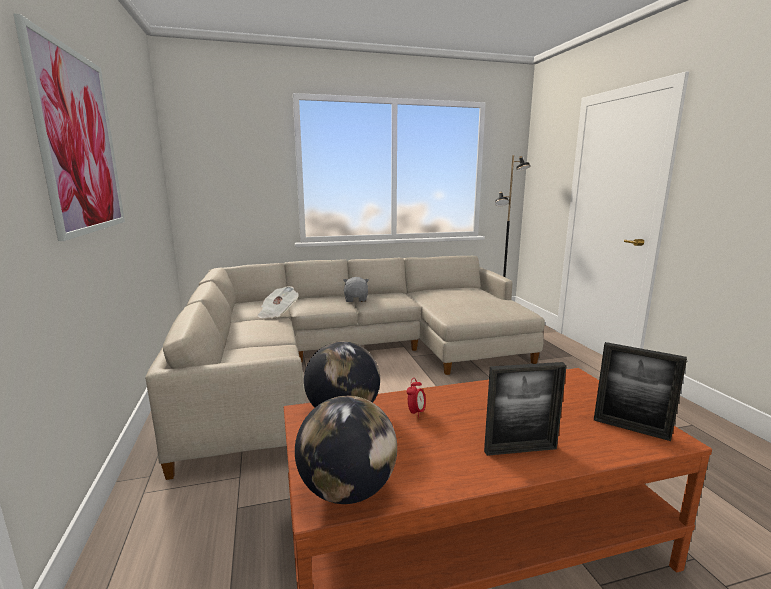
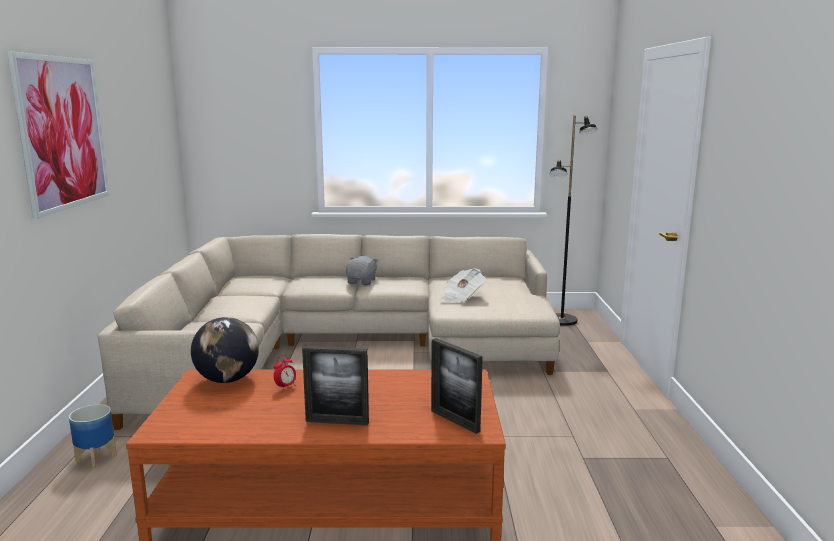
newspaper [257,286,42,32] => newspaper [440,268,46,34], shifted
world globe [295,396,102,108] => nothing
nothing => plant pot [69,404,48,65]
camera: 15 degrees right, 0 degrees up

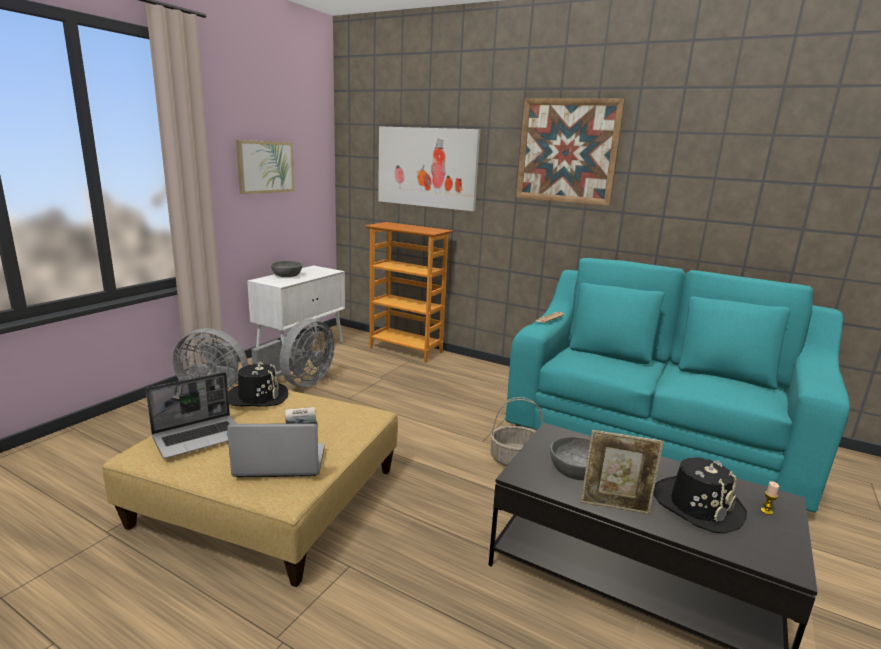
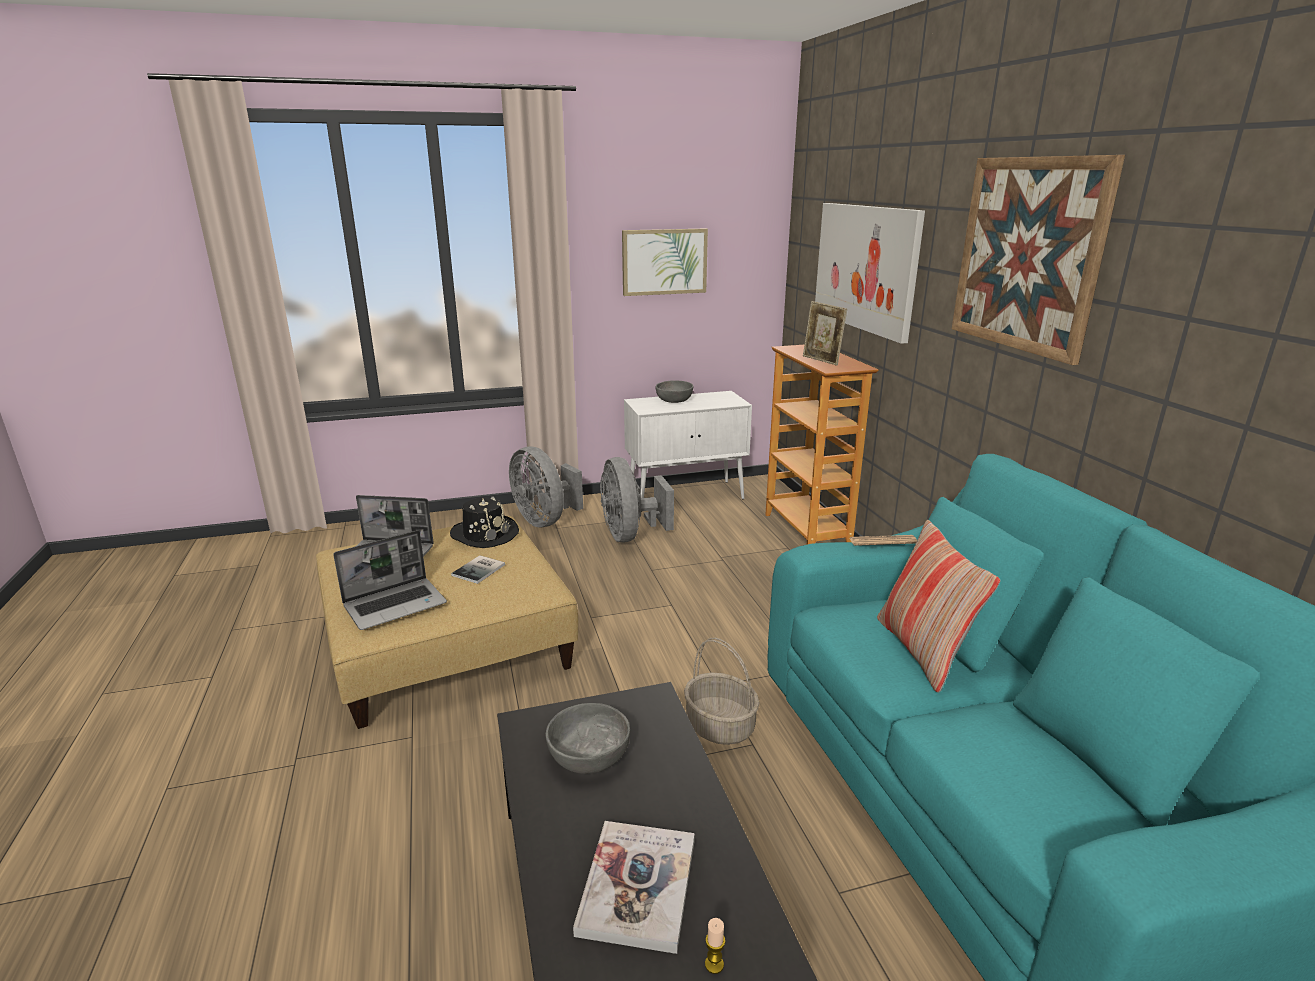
greyish electric fan [251,319,84,68] => greyish electric fan [600,457,74,85], 90 degrees clockwise
portable computer [227,423,98,54] => portable computer [333,530,114,100], 105 degrees clockwise
photo frame [581,430,83,84] => photo frame [803,301,44,65], shifted
blackish wearable hat [654,457,93,77] => volume [573,821,122,133]
nothing => pillow [877,520,123,173]
camera: 45 degrees right, 5 degrees up

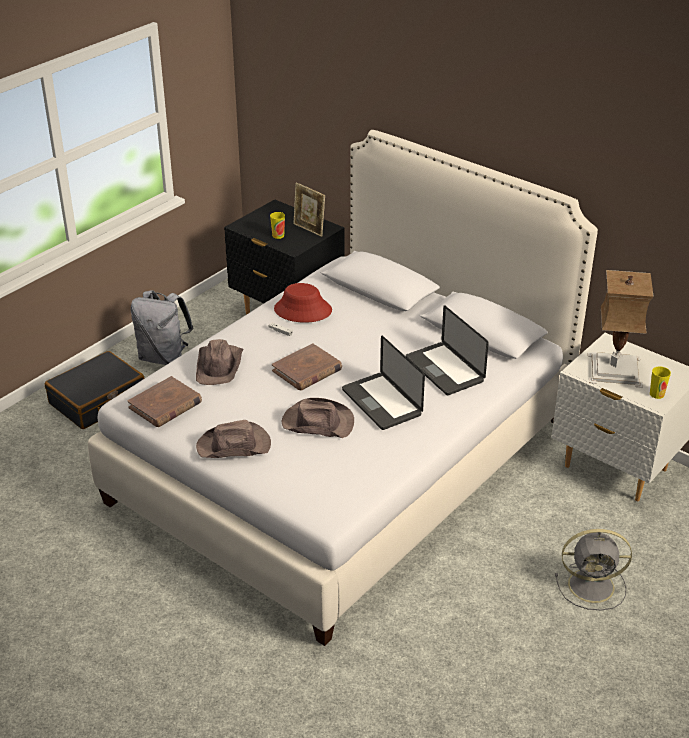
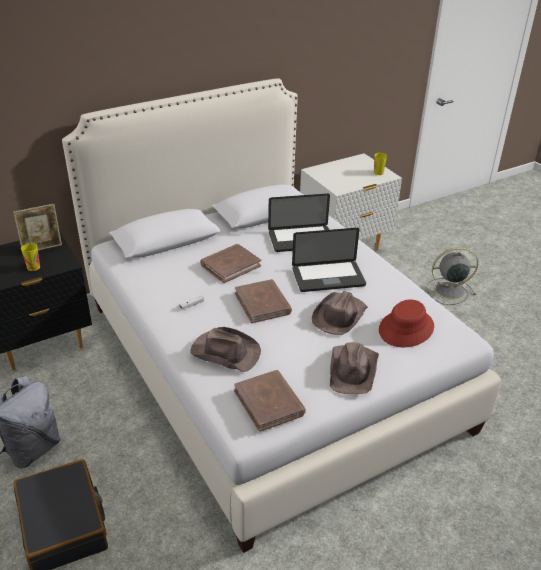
tabletop lamp [588,270,66,118] => nothing
reddish wearable hat [274,283,58,40] => reddish wearable hat [379,300,55,47], shifted
greyish electric fan [555,529,77,81] => greyish electric fan [426,247,52,58], 120 degrees counterclockwise
nothing => brown-coloured volume [200,244,61,39]
camera: 70 degrees left, 0 degrees up

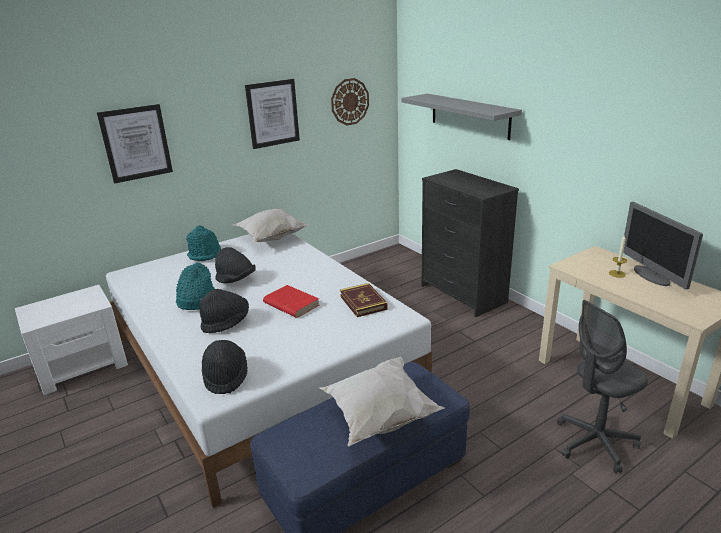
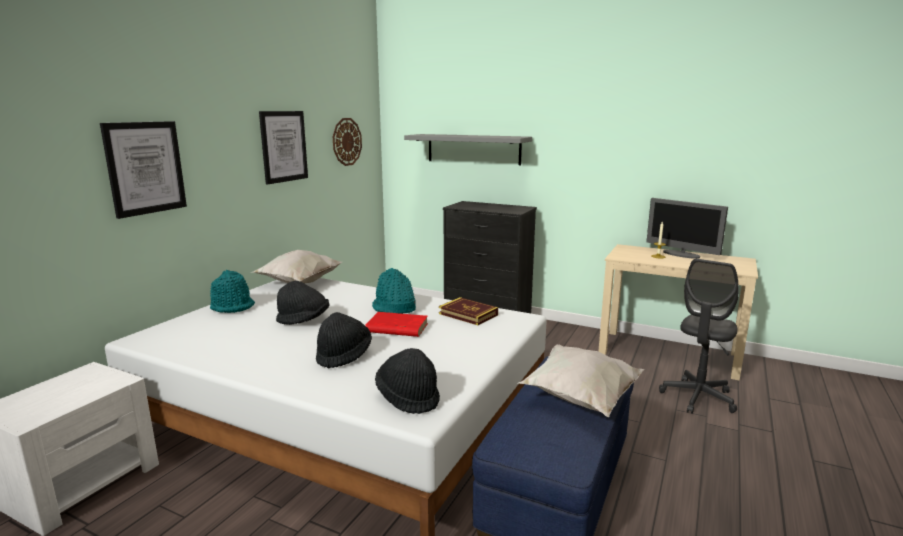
blue-green wearable hat [176,263,39,47] => blue-green wearable hat [372,268,44,46], shifted
camera: 30 degrees left, 10 degrees down

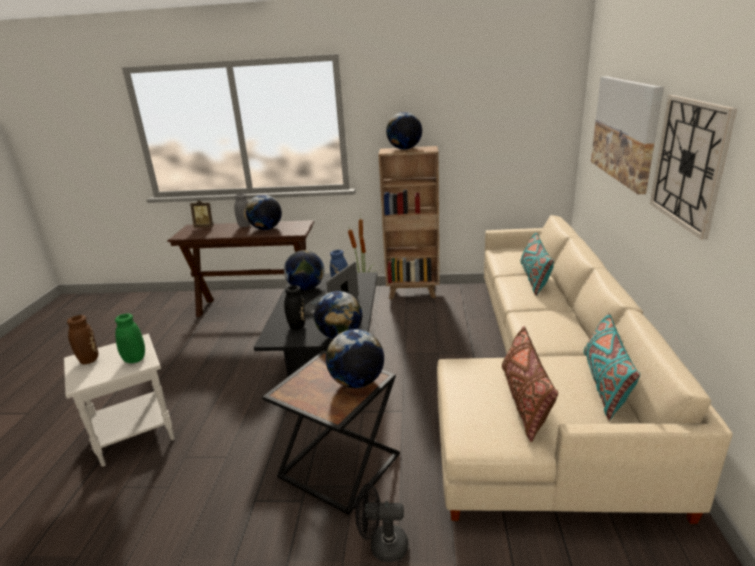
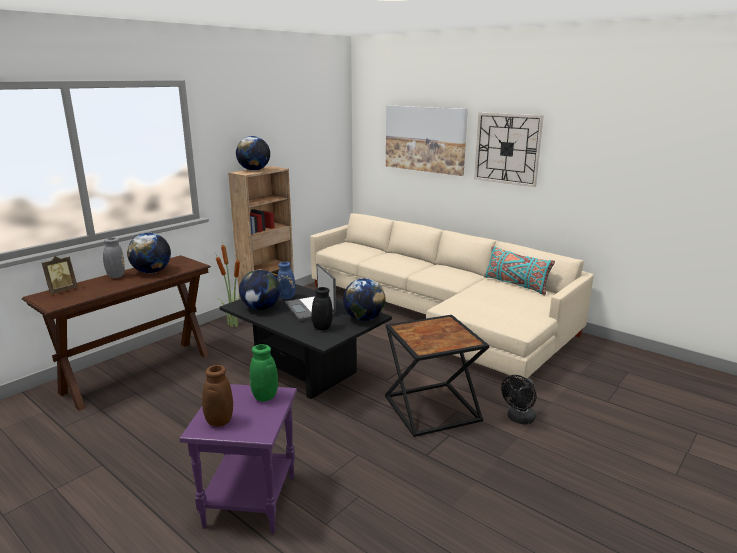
blue-green pillow [521,232,33,64] => nothing
brown-coloured pillow [502,326,56,116] => nothing
world globe [326,329,58,59] => nothing
white-coloured accent table [64,334,111,133] => purple accent table [180,384,117,150]
camera: 55 degrees left, 5 degrees down

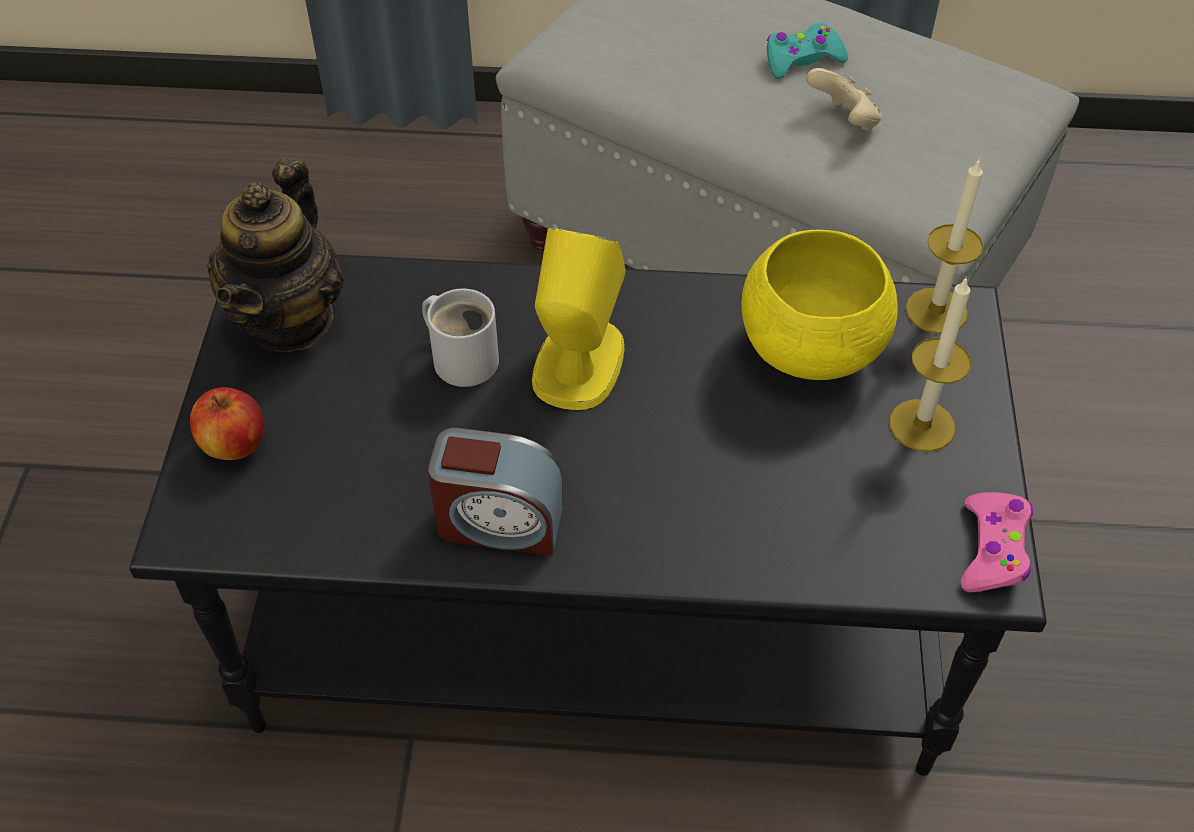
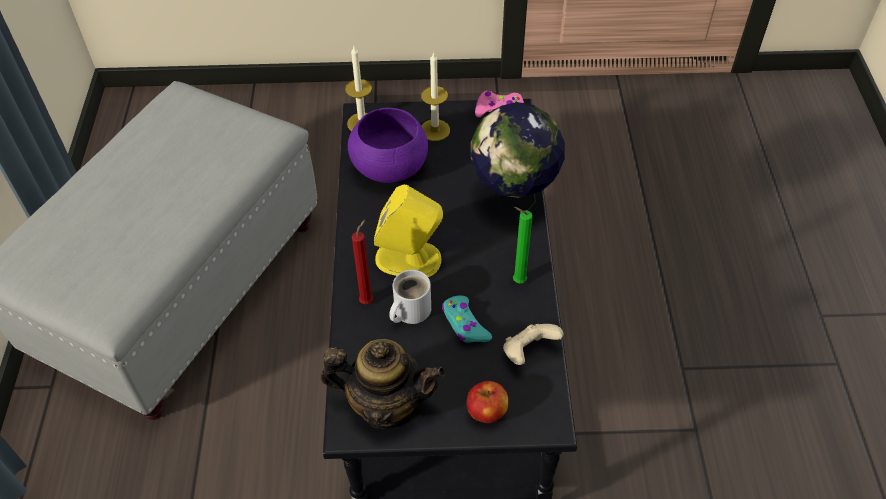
blue-green gamepad [767,22,81,57] => blue-green gamepad [442,295,50,48], shifted
beige-coloured gamepad [806,68,76,63] => beige-coloured gamepad [503,324,60,41], shifted
yellowish bowl [741,230,157,150] => purple bowl [348,108,80,75]
bedside clock [428,428,136,128] => green-coloured wax candle [513,207,20,76]
nothing => world globe [470,102,95,111]
nothing => reddish wax candle [352,220,21,84]
camera: 95 degrees left, 0 degrees up

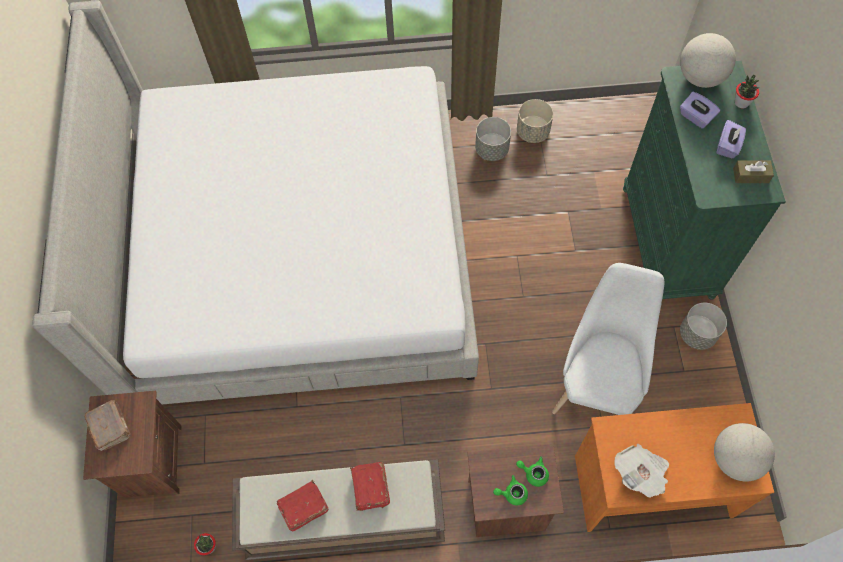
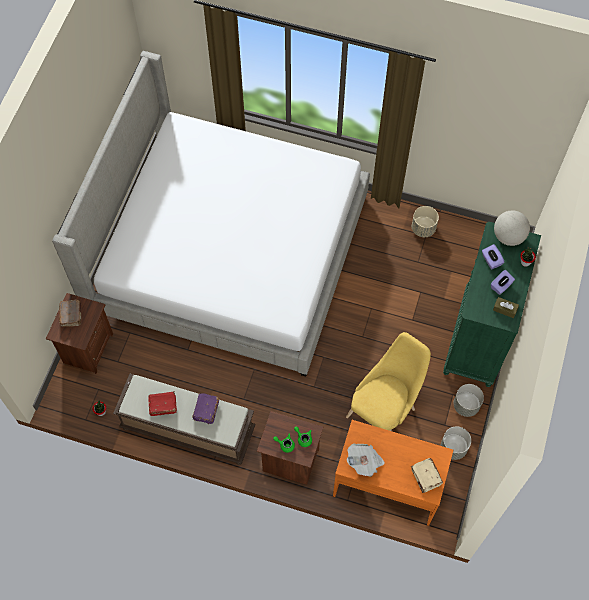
greyish plant pot [475,117,36,44] => greyish plant pot [441,426,30,34], shifted
white-coloured plain chair [552,263,112,152] => yellowish plain chair [346,332,85,99]
world globe [714,423,61,58] => beige-coloured volume [411,458,32,35]
reddish volume [350,462,40,49] => purple volume [193,393,26,31]
camera: 20 degrees right, 0 degrees up

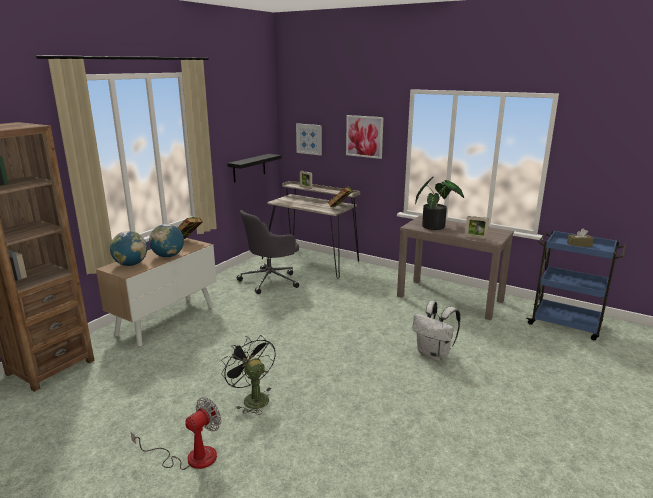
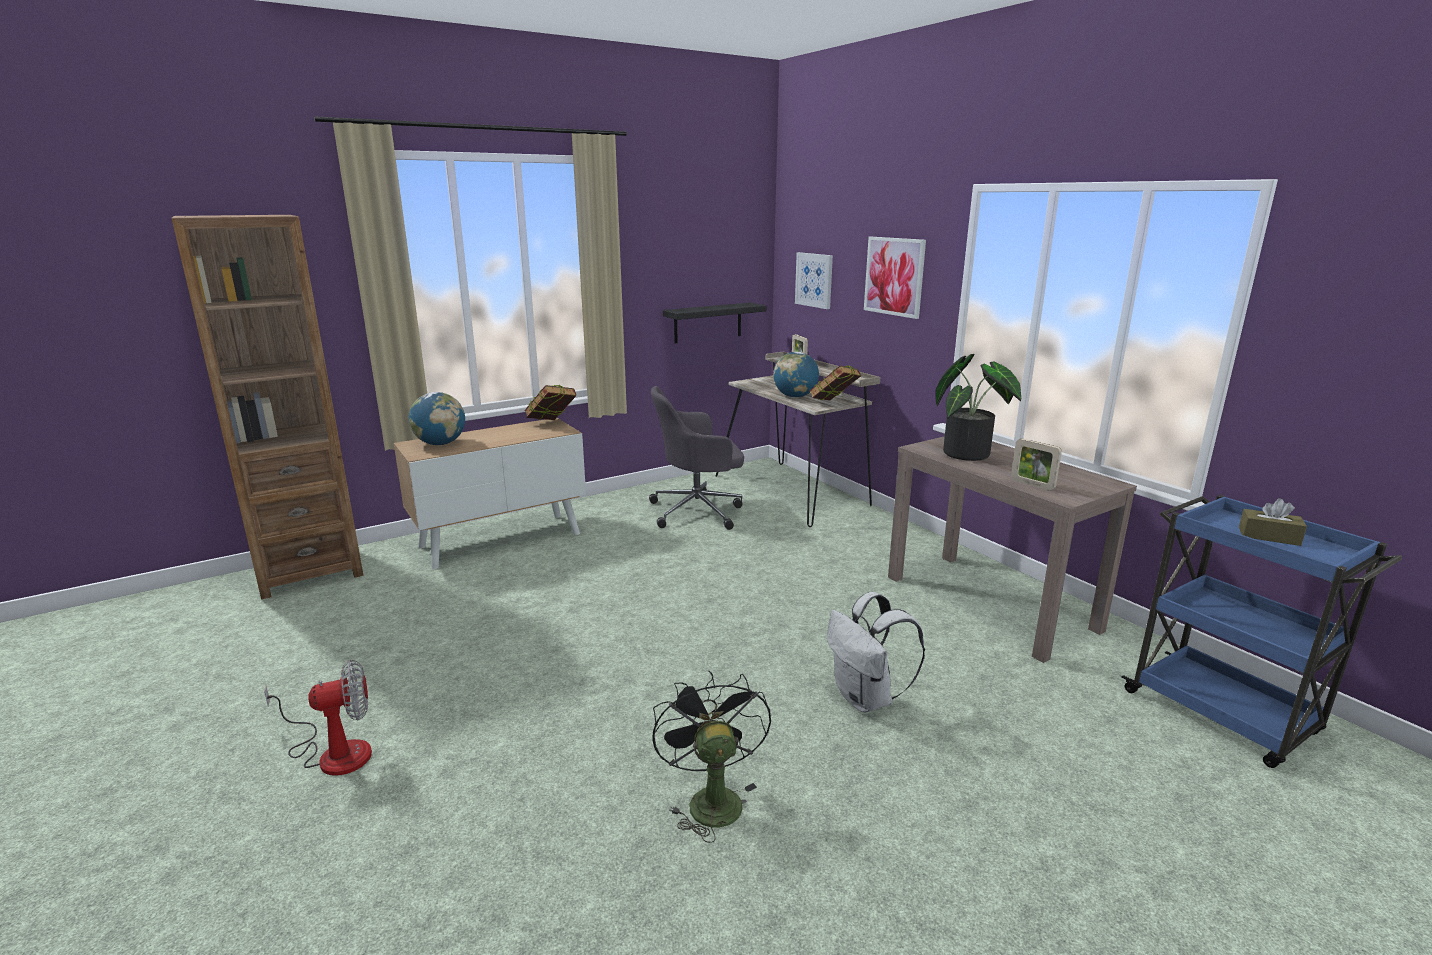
world globe [149,224,35,34] => world globe [773,352,46,46], shifted
blackish electric fan [221,335,55,80] => blackish electric fan [652,671,119,172], shifted
camera: 25 degrees right, 0 degrees up

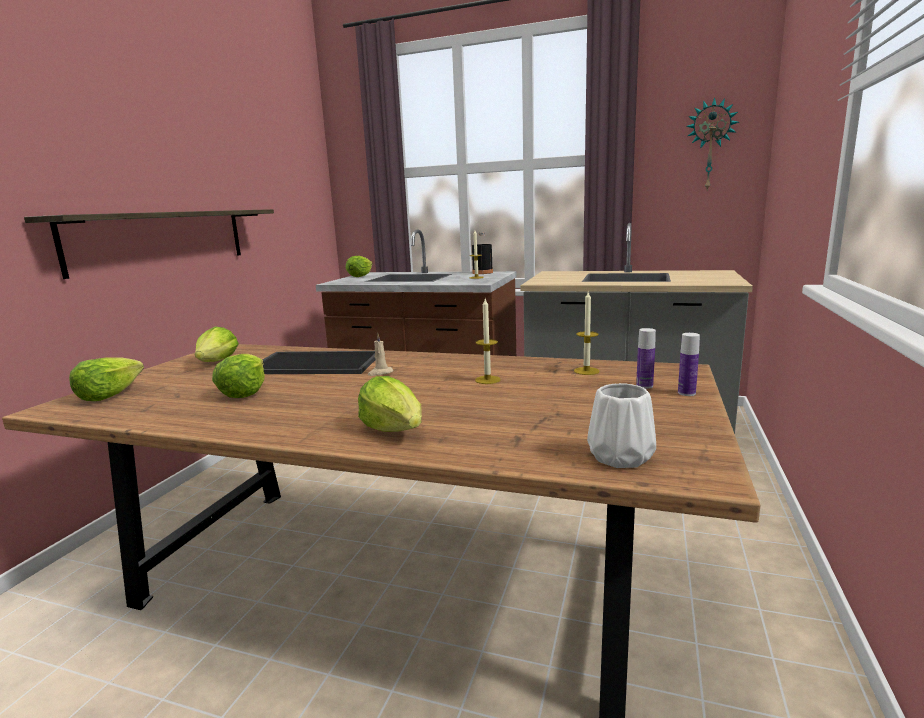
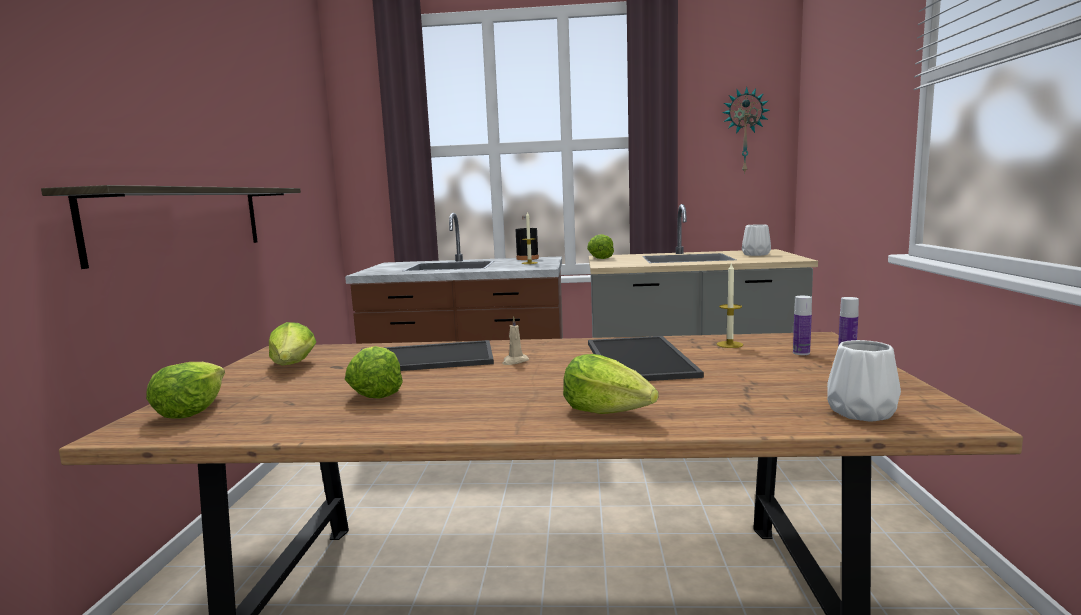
lettuce head [345,256,28,21] => lettuce head [587,234,27,25], shifted
wax candle [475,299,25,85] => tray [588,336,116,45]
nothing => white-coloured vase [742,224,29,32]
camera: 15 degrees left, 5 degrees down

